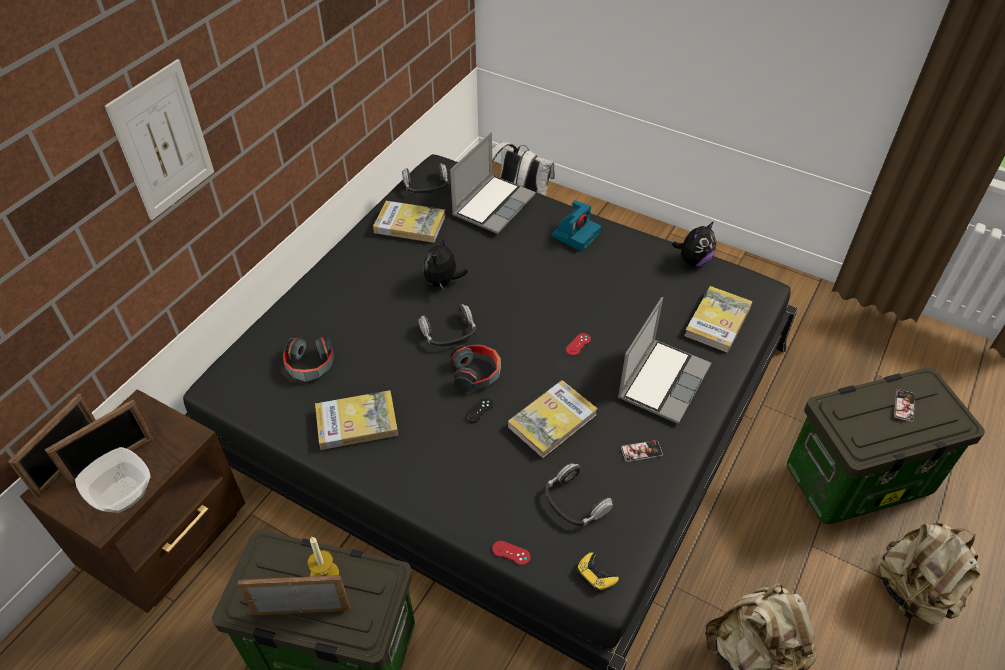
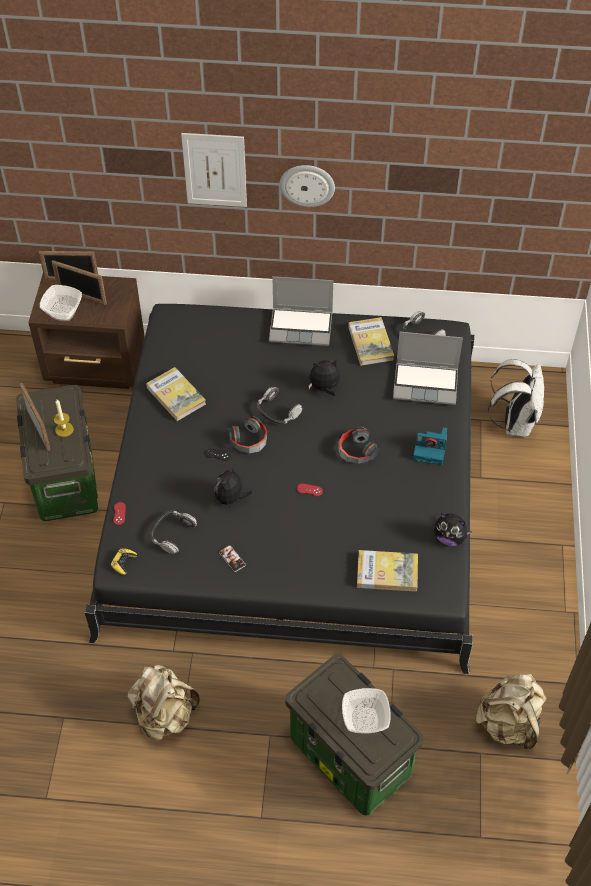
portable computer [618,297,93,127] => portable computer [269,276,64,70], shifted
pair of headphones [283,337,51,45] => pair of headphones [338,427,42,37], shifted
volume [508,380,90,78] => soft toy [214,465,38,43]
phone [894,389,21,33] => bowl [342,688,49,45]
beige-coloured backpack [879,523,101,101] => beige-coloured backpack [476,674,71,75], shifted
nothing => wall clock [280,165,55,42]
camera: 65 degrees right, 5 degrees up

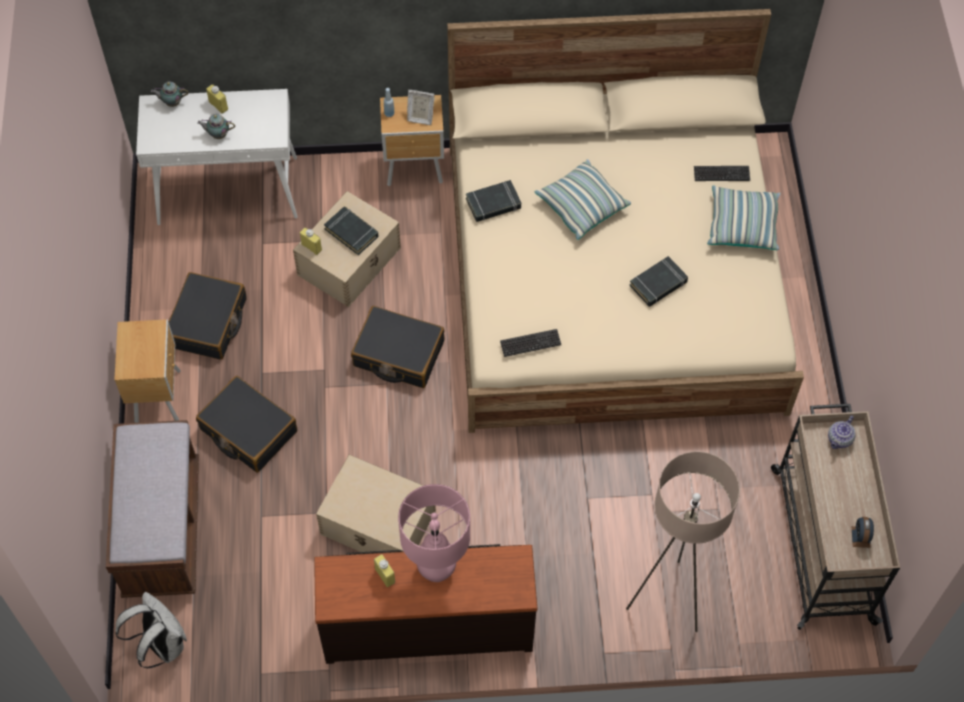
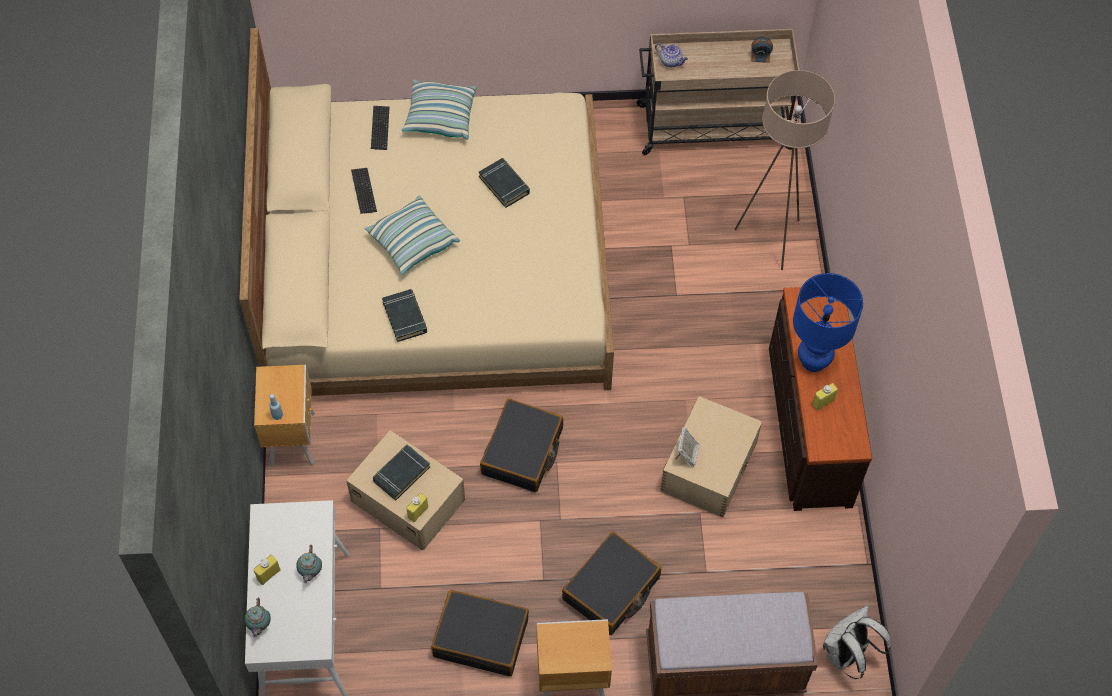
photo frame [407,90,28,35] => photo frame [676,427,23,40], shifted
PC keyboard [500,329,61,28] => PC keyboard [351,168,26,46], shifted
pinkish tabletop lamp [398,484,72,98] => blue-coloured tabletop lamp [793,273,70,99]
camera: 90 degrees left, 0 degrees up

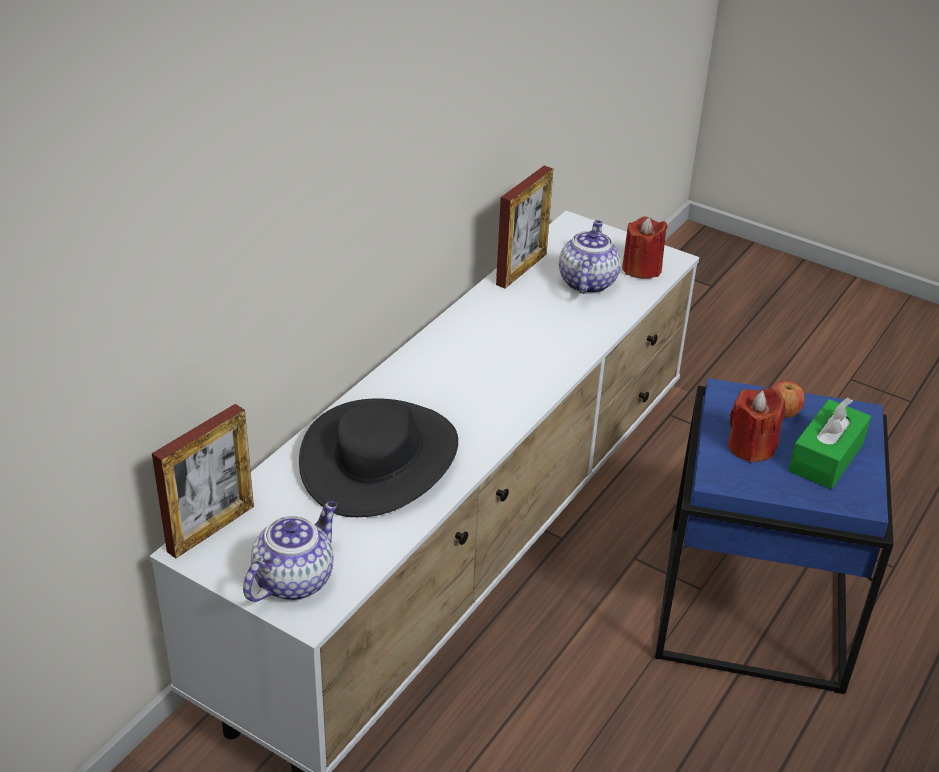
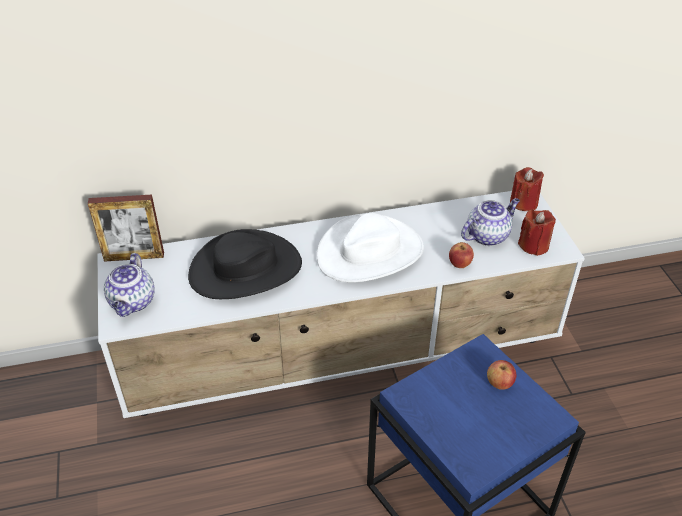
photo frame [496,165,57,123] => nothing
reddish wax candle [728,388,57,75] => reddish wax candle [510,167,34,44], shifted
green-coloured box of tissues [788,397,83,92] => nothing
pot for tea [243,501,94,101] => pot for tea [104,253,51,64], 105 degrees clockwise
nothing => white-coloured wearable hat [317,213,107,69]
nothing => apple [449,242,25,26]
camera: 45 degrees right, 5 degrees up

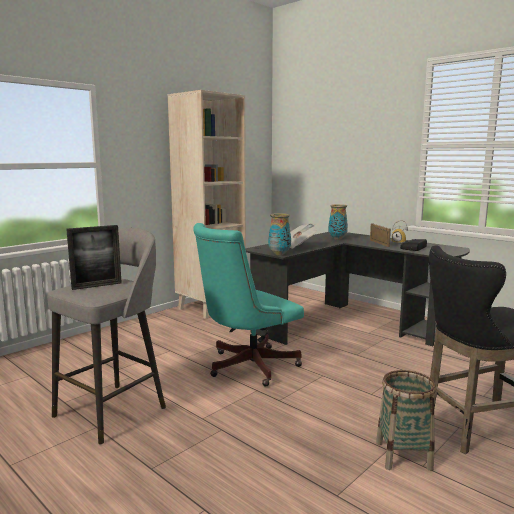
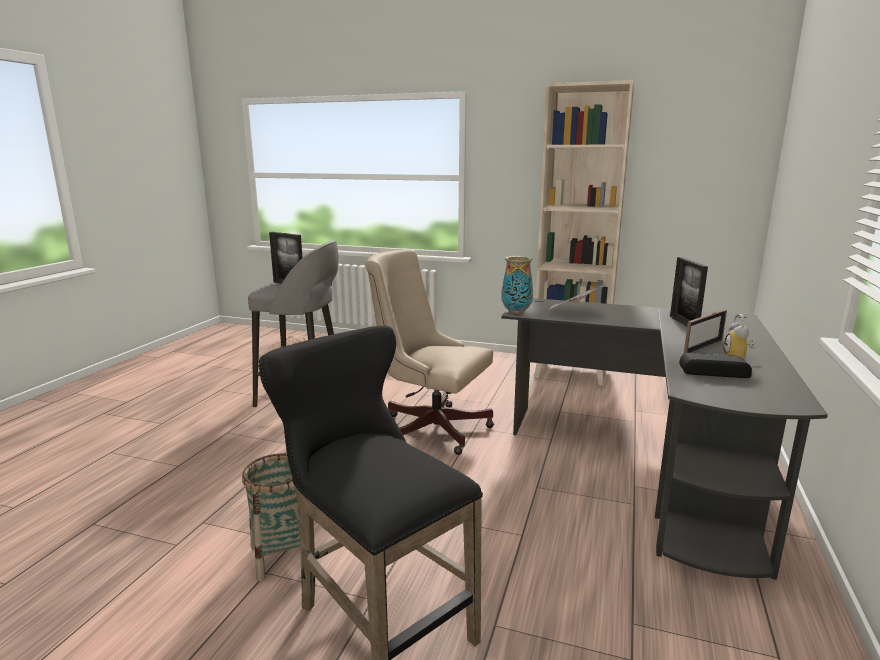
vase [328,204,20,36] => photo frame [670,257,38,69]
blue-green computer chair [193,223,111,163] => beige-coloured computer chair [365,249,129,206]
camera: 65 degrees right, 5 degrees up

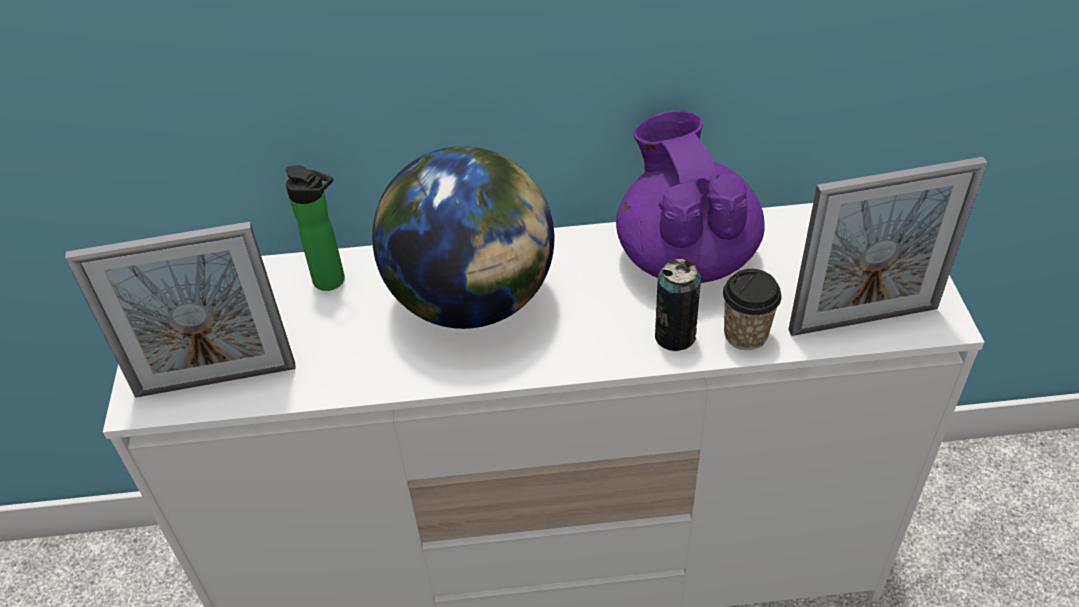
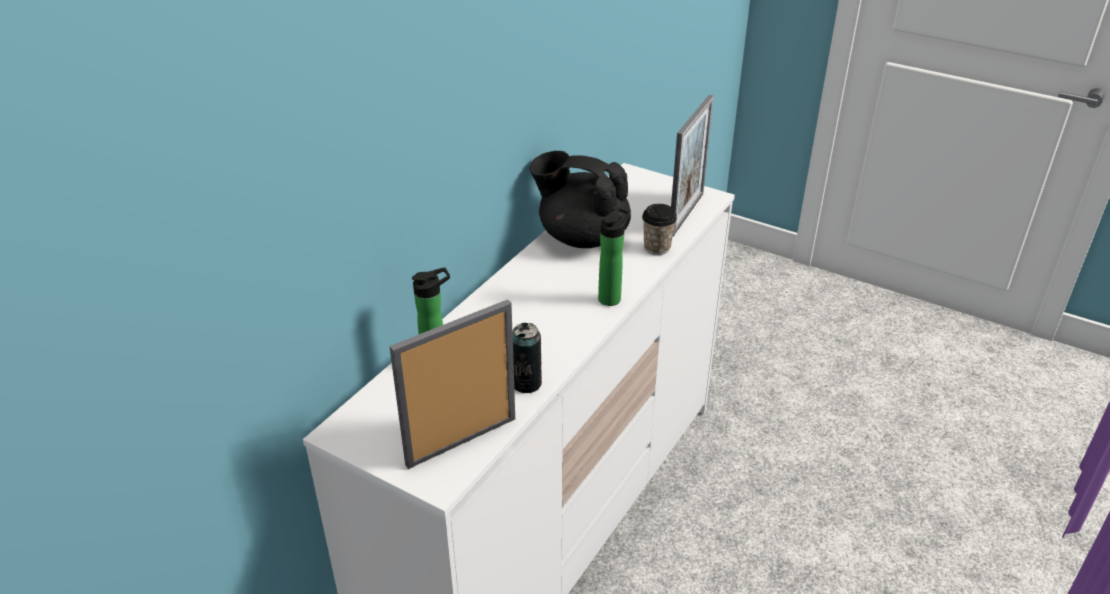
purple pot for tea [616,110,149,173] => blackish pot for tea [530,151,101,97]
world globe [372,146,182,183] => nothing
photo frame [65,222,231,176] => photo frame [389,299,126,170], 150 degrees counterclockwise
sealed can [655,259,46,92] => sealed can [512,323,30,70], shifted
nothing => beverage bottle [598,207,33,99]
camera: 55 degrees left, 10 degrees down

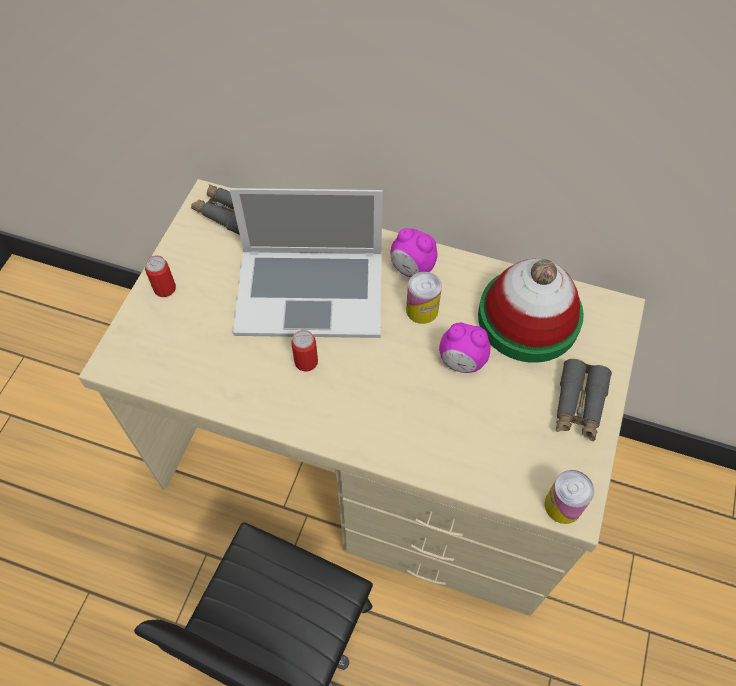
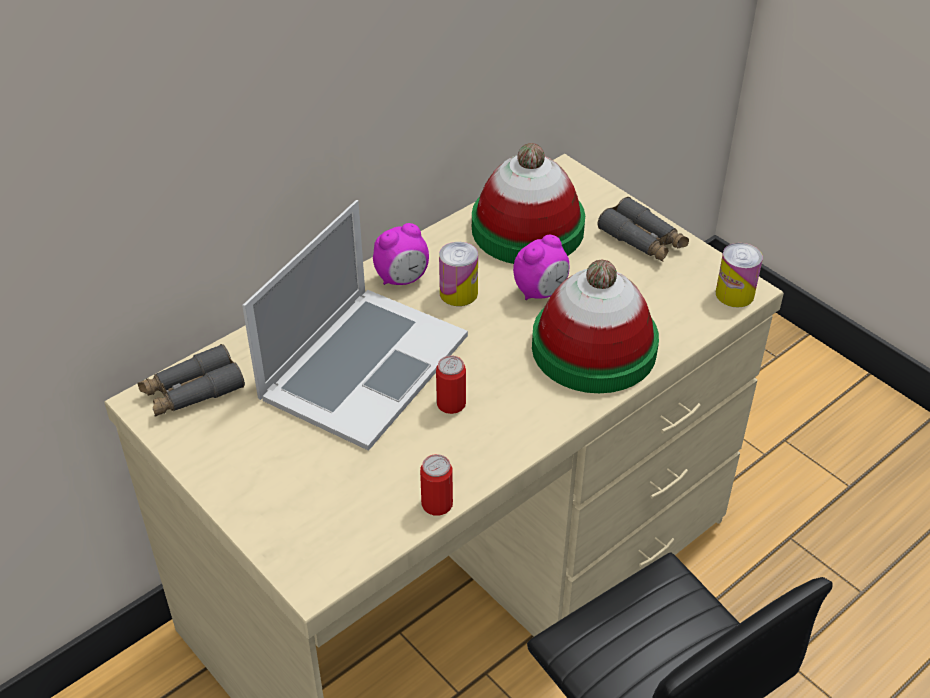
sealed can [145,255,31,42] => sealed can [420,454,33,62], shifted
nothing => wearable hat [532,260,127,133]
camera: 60 degrees left, 15 degrees down

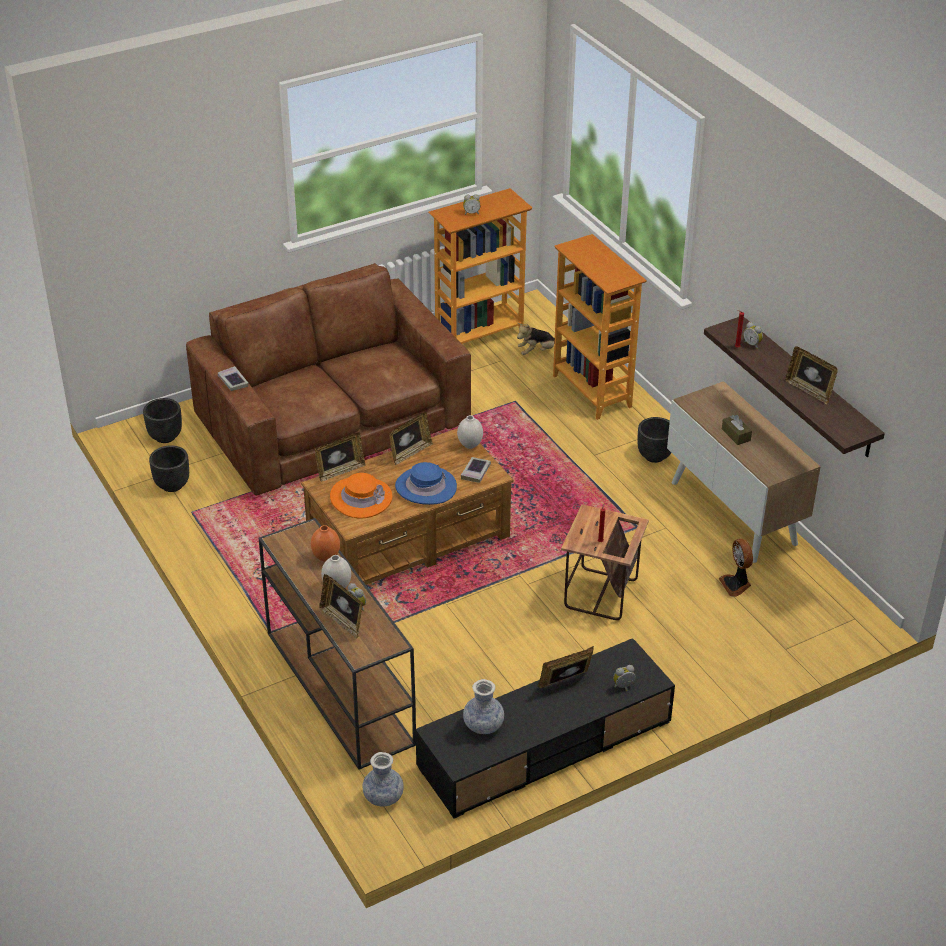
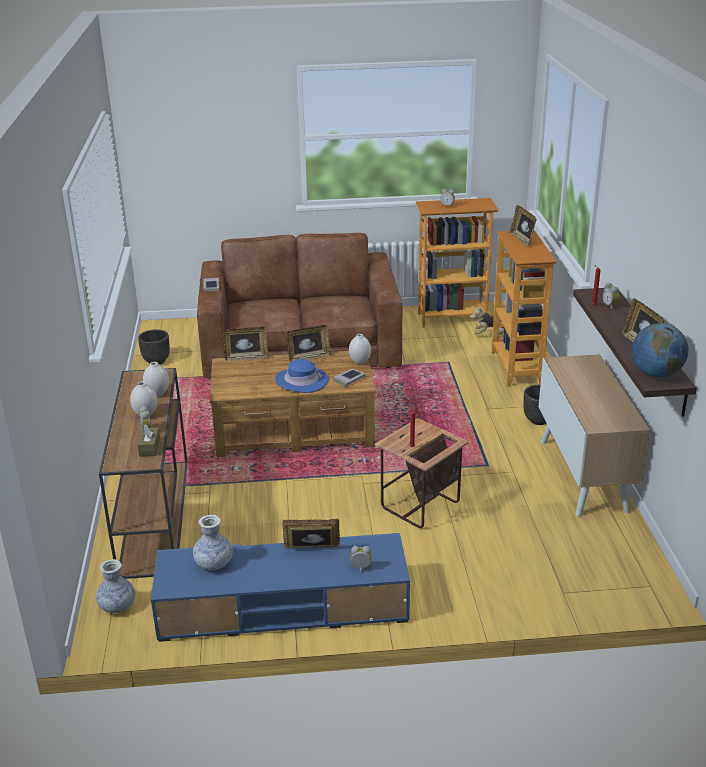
blackish plant pot [143,398,39,45] => nothing
brown-coloured box of tissues [722,415,30,30] => brown-coloured box of tissues [138,425,22,31], shifted
orangey wearable hat [330,473,62,45] => nothing
orangey vase [311,525,29,37] => white-coloured vase [143,362,26,35]
electric fan [719,539,34,58] => nothing
photo frame [319,574,44,65] => photo frame [509,205,28,42], shifted
blackish tv unit [415,638,260,181] => blue-coloured tv unit [151,533,259,109]
nothing => world globe [632,323,56,54]
camera: 25 degrees right, 10 degrees down

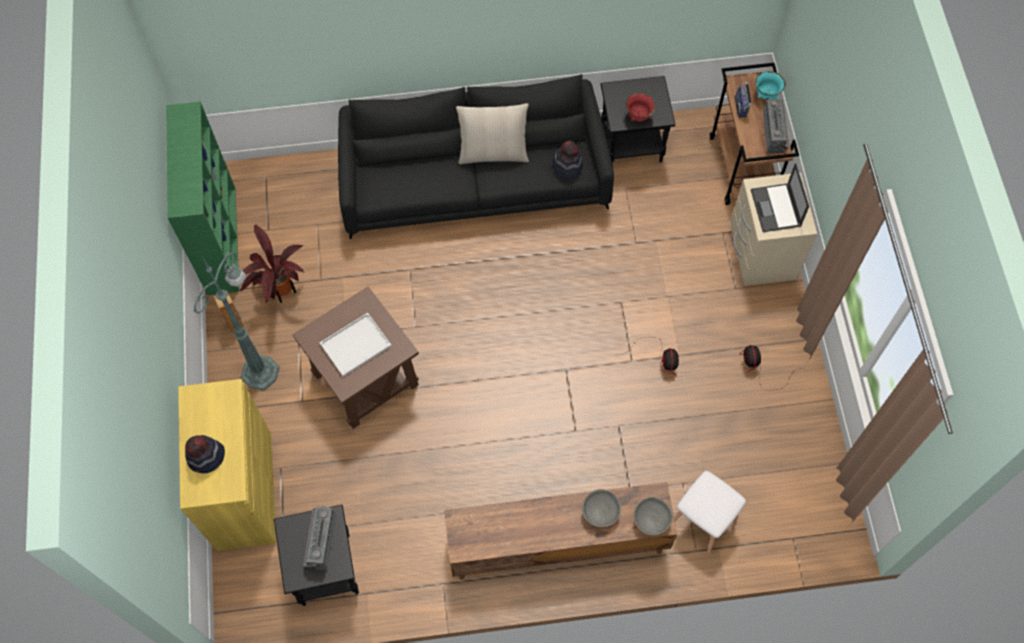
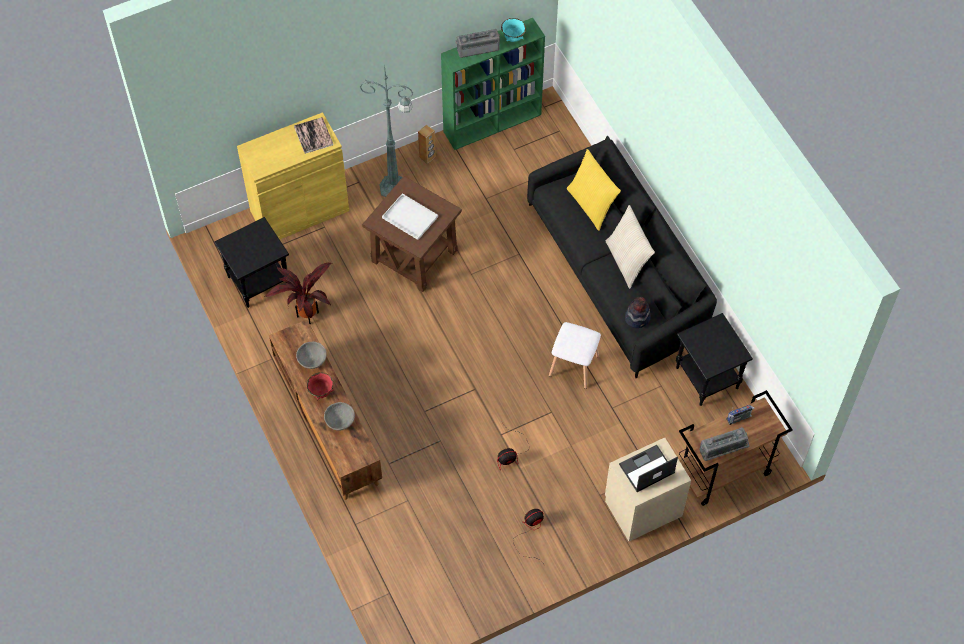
blue-green bowl [755,71,31,29] => blue-green bowl [501,18,25,24], shifted
reddish bowl [626,93,29,29] => reddish bowl [307,372,27,28], shifted
houseplant [240,224,64,80] => houseplant [265,263,66,61], shifted
wearable hat [185,435,40,38] => nothing
white-coloured stool seat [674,471,72,84] => white-coloured stool seat [549,322,52,67], shifted
greyish bowl [634,497,39,38] => greyish bowl [296,342,31,27], shifted
radio set [303,506,33,64] => radio set [455,29,45,29], shifted
nothing => volume [294,117,40,37]
nothing => yellowish pillow [567,149,54,82]
camera: 70 degrees right, 5 degrees down

